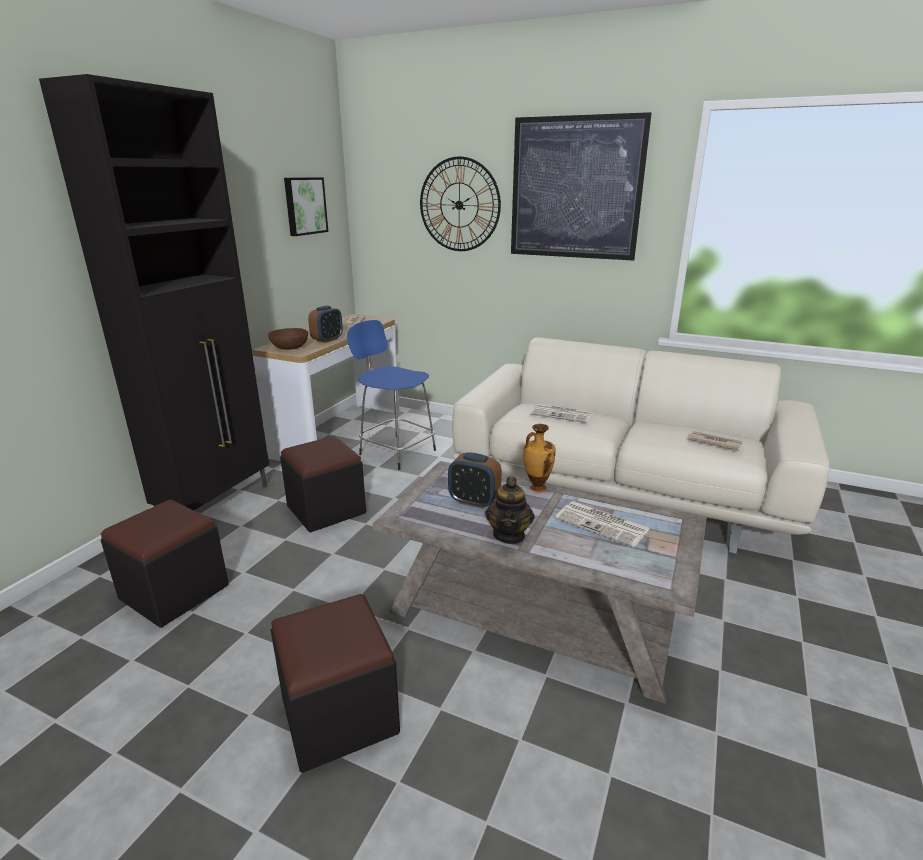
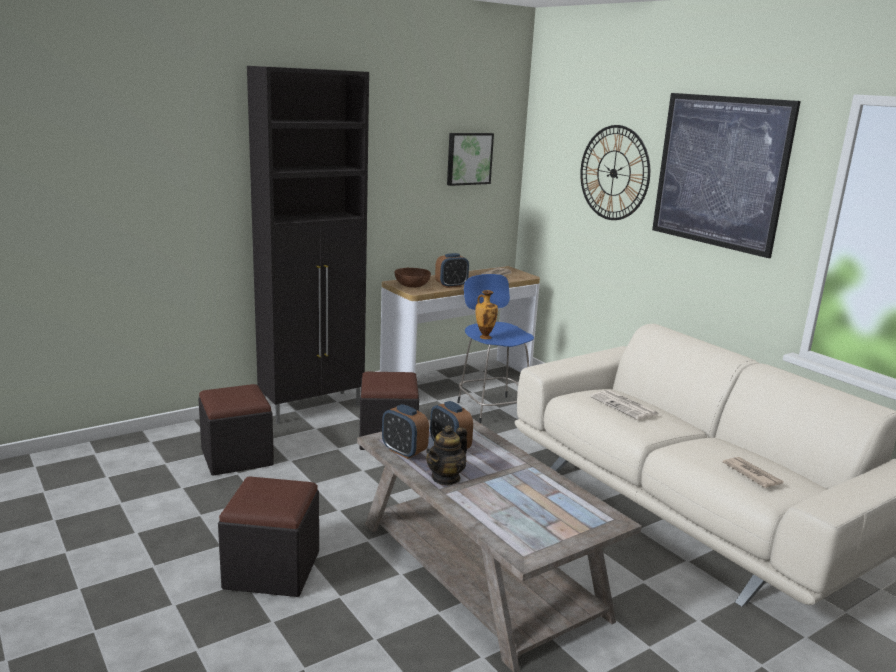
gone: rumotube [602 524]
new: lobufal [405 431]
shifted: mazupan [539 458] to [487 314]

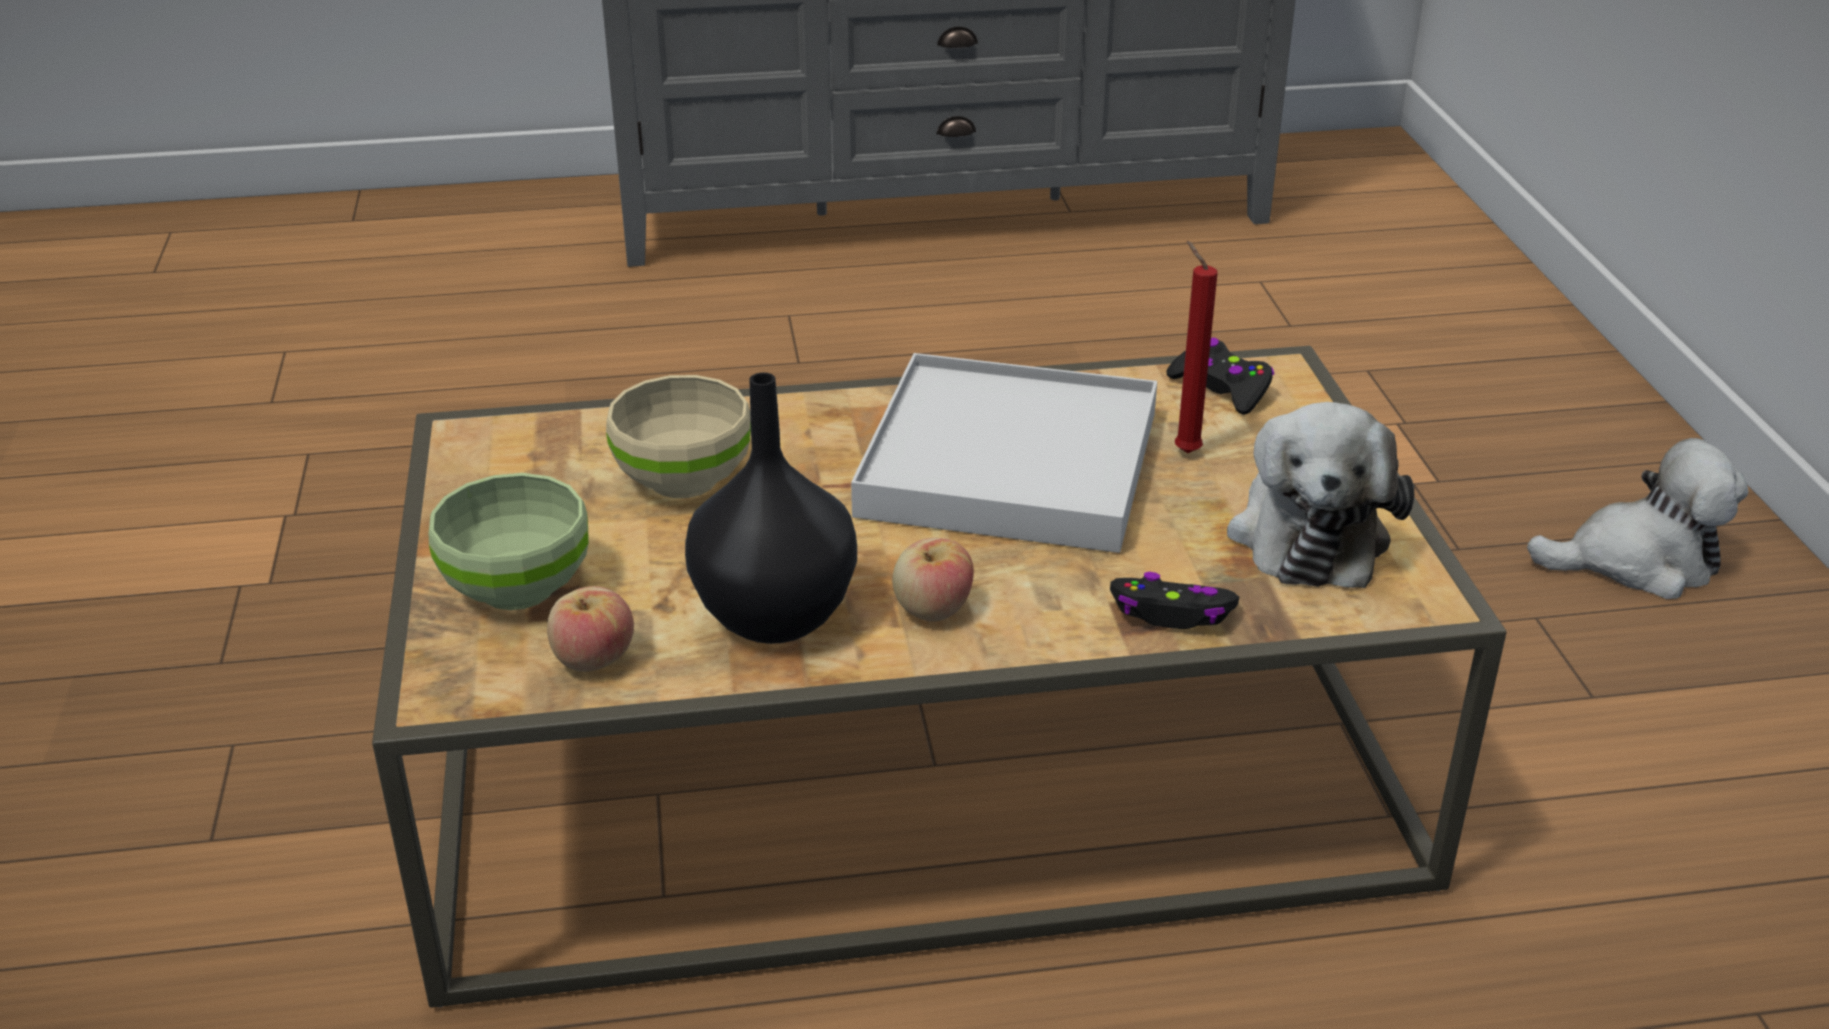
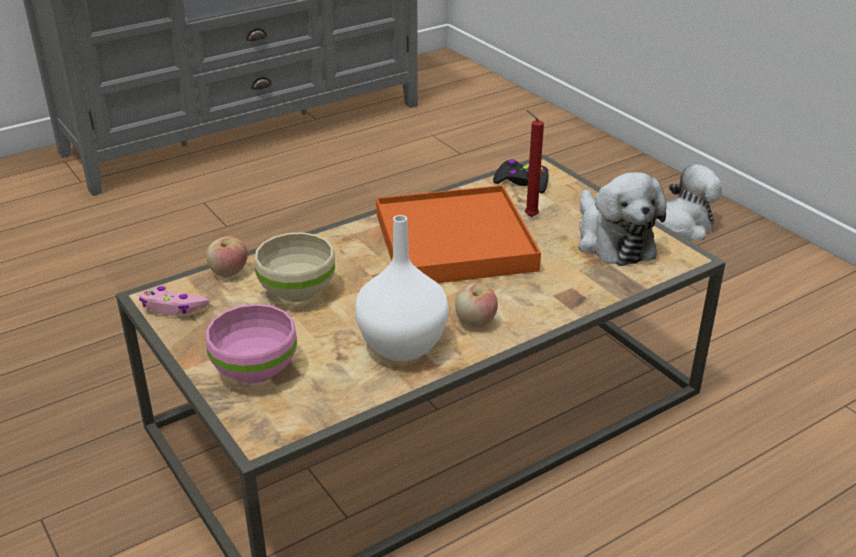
gone: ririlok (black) [1174 600]
new: ririlok (pink) [174 301]
shifted: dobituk [590 629] to [227 256]
repainted: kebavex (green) [509 541] to kebavex (pink) [251 344]; mazupan (black) [771 508] to mazupan (white) [401 288]; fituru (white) [1004 453] to fituru (orange) [458 234]

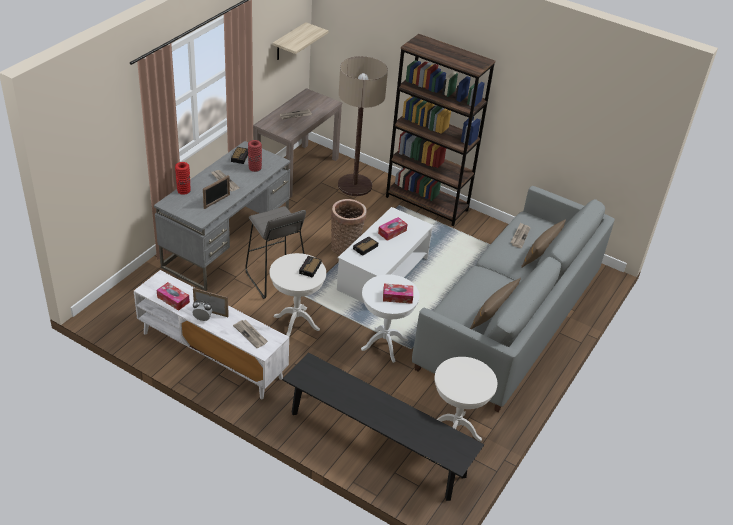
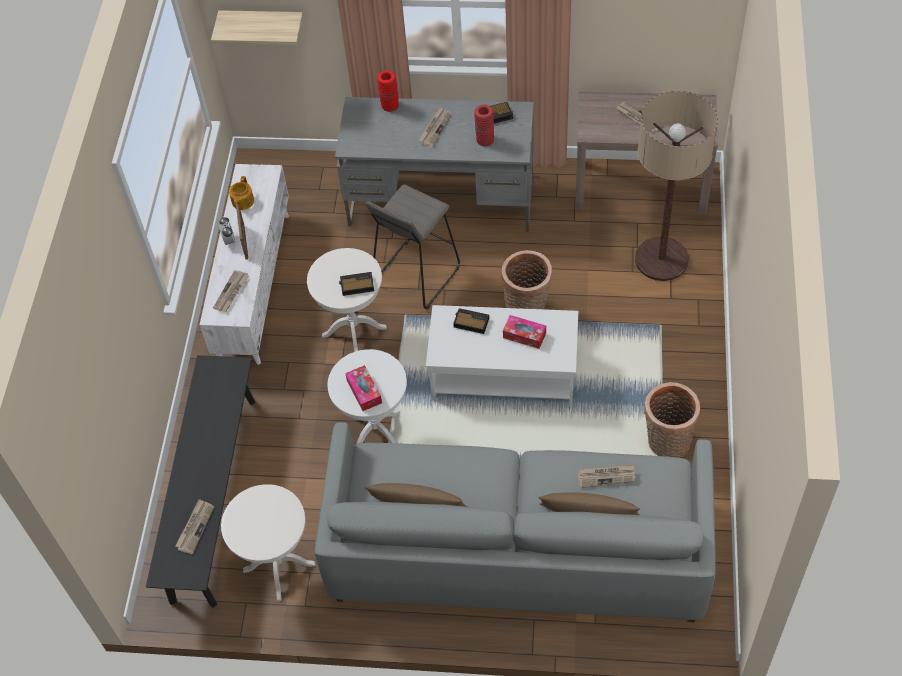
gone: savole [216 192]; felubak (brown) [440 130]
new: rumotube [194 526]; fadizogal [672 420]
shifted: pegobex [300 41] to [257 27]
swapped: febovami [173 296] to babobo [241 193]

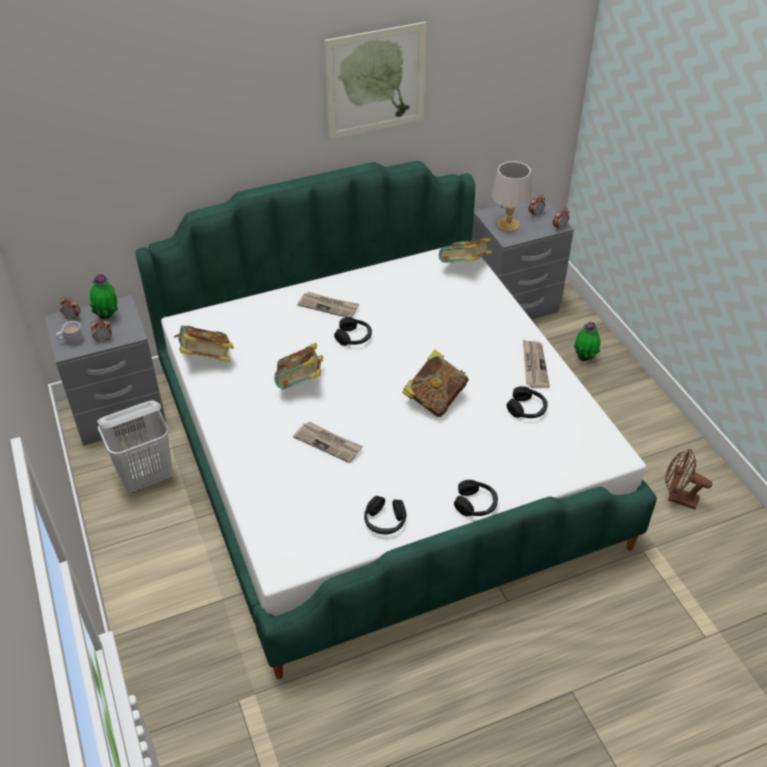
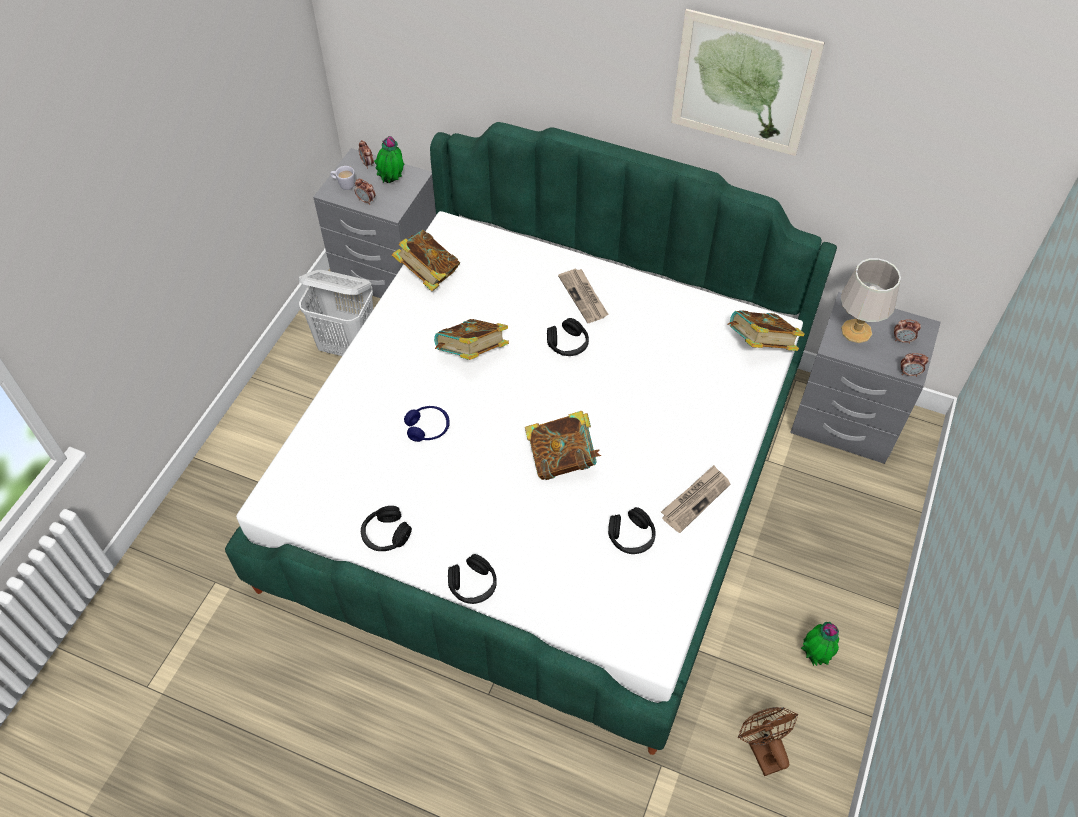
shifted: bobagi [587 341] to [820 644]
swapped: rumotube [328 442] to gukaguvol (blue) [427 424]

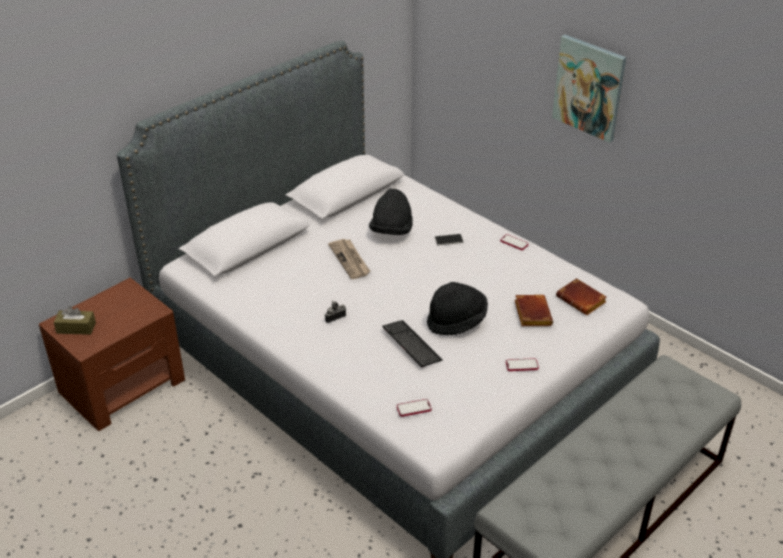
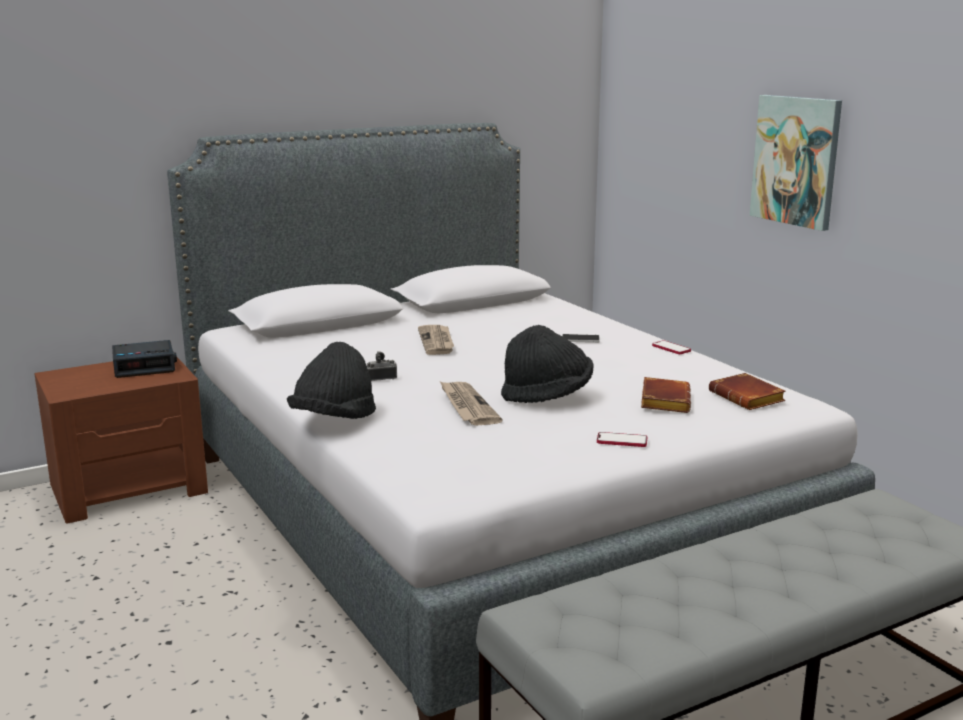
gone: febovami (brown) [75 320]; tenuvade [414 408]
new: lobufal [144 359]
shifted: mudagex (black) [391 212] to [331 380]
swapped: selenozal [412 344] to rumotube [471 403]

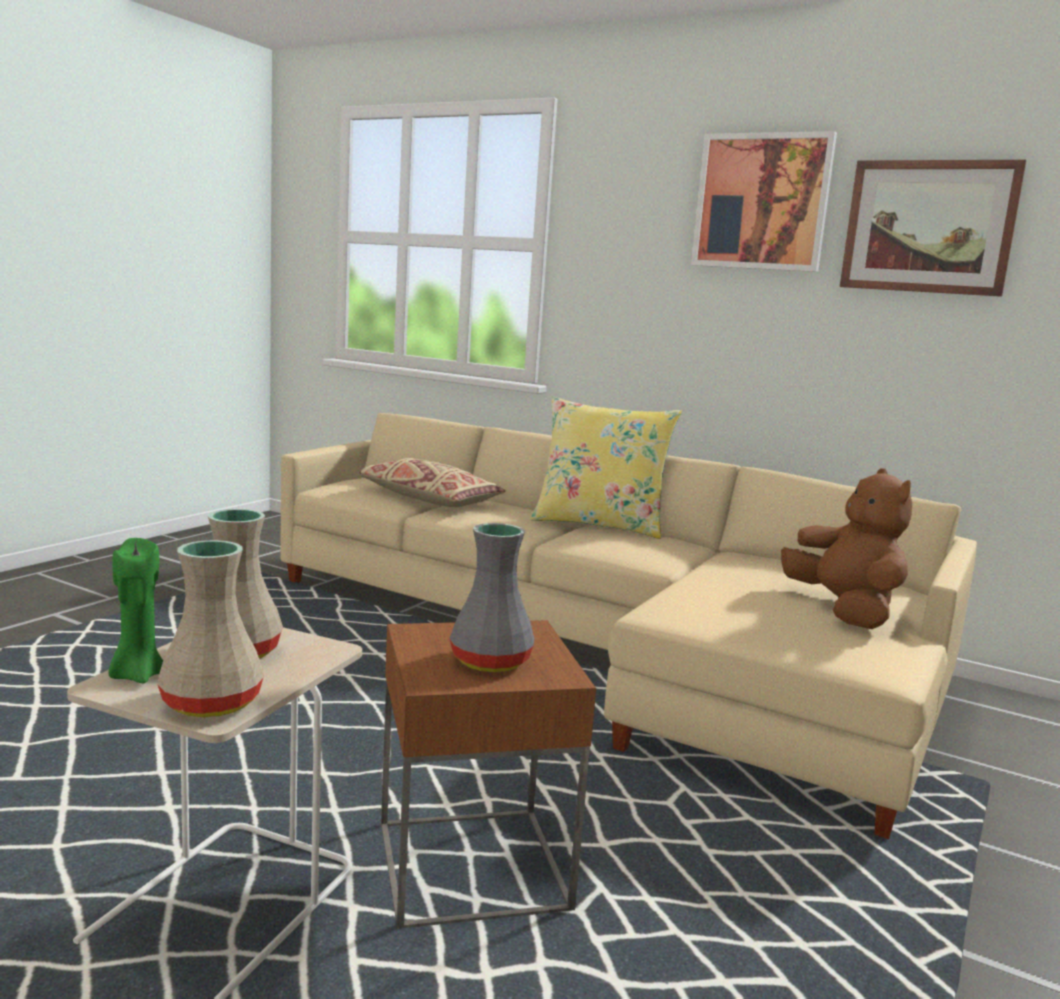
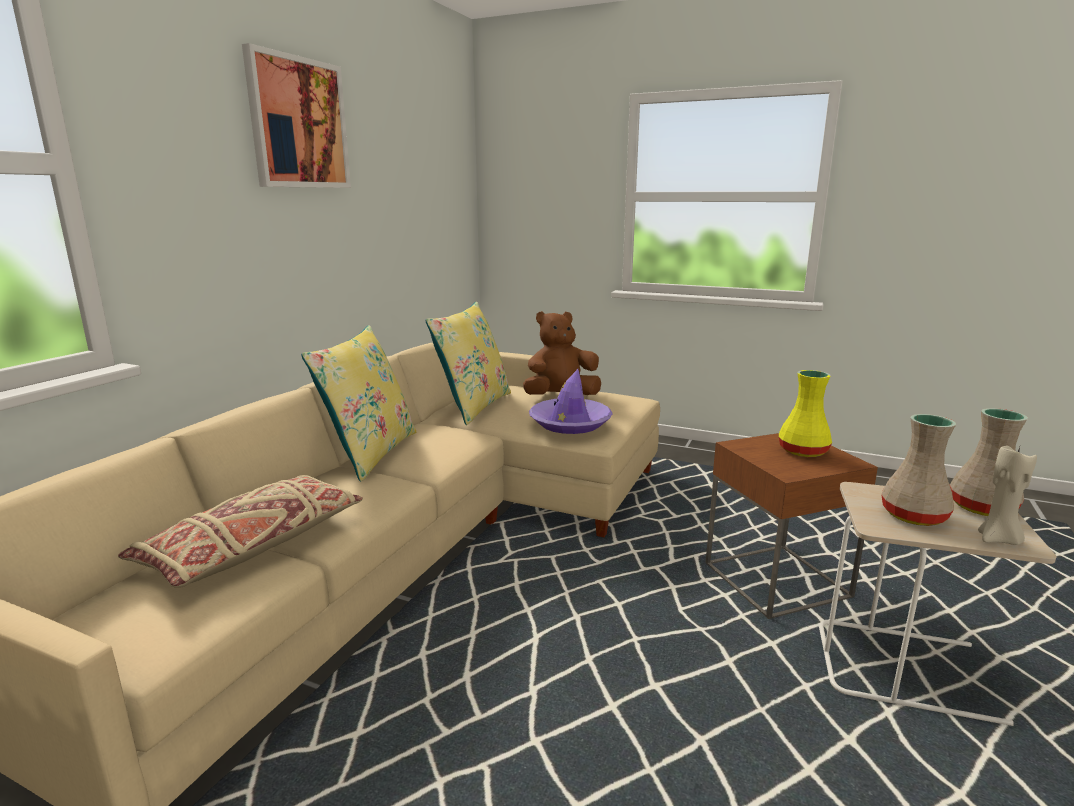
gone: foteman [933 228]
new: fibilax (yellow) [468 363]; mudagex (purple) [571 401]
repainted: mazupan (grey) [492 597] to mazupan (yellow) [805 413]; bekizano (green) [135 610] to bekizano (beige) [1007 495]

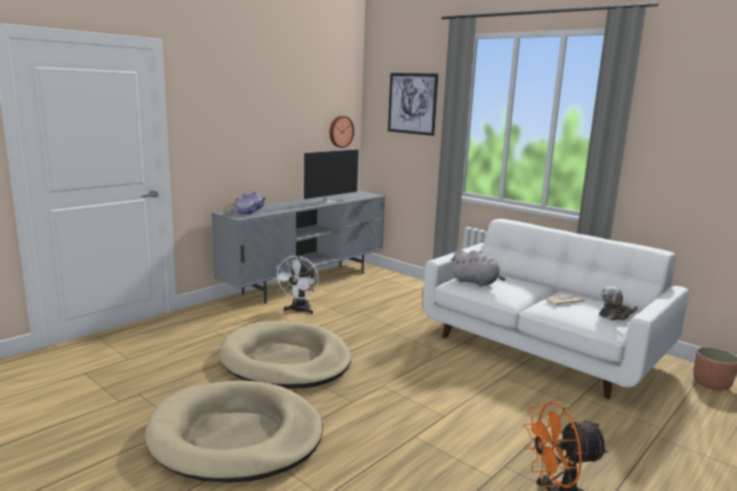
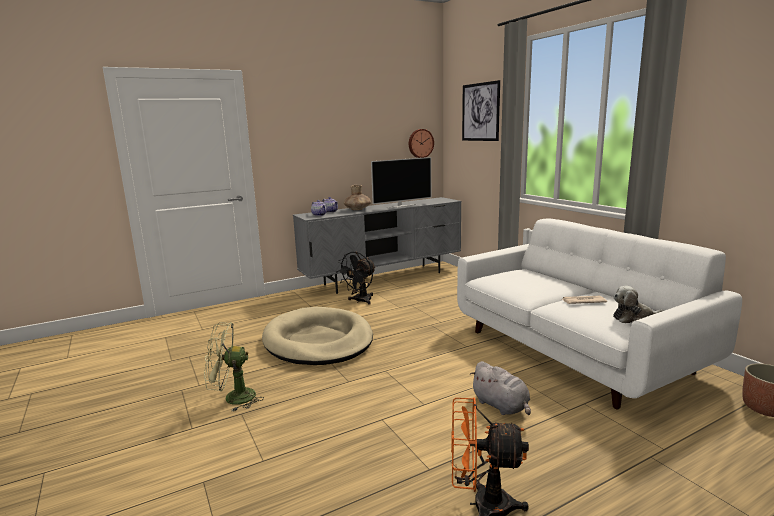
new: mazupan (brown) [357 197]
shifted: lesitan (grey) [478 268] to [500 388]
swapped: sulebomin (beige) [234 432] to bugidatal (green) [234 366]
repainted: bugidatal (white) [296 285] to bugidatal (black) [356 278]

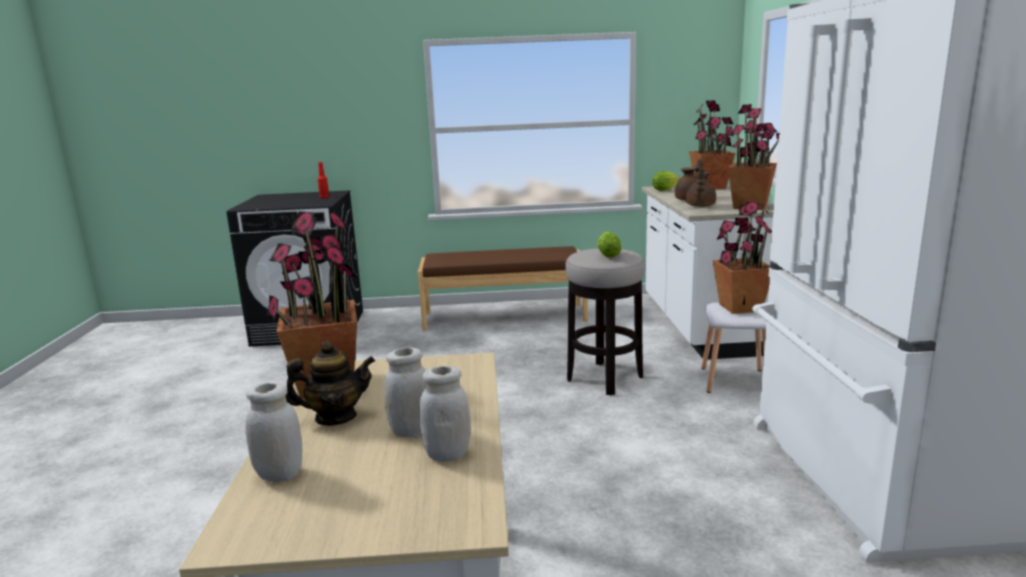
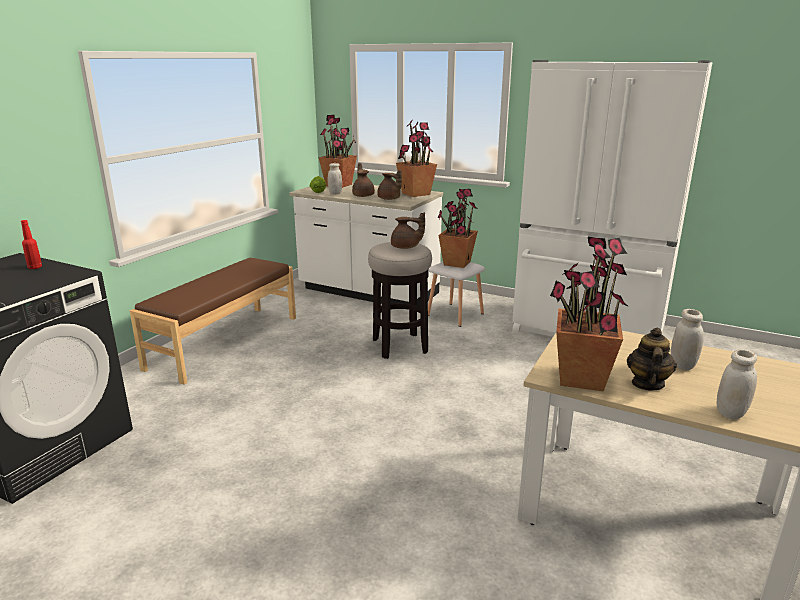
shifted: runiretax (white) [445 414] to [335 178]
swapped: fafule [609 245] to babobo (brown) [408 230]

